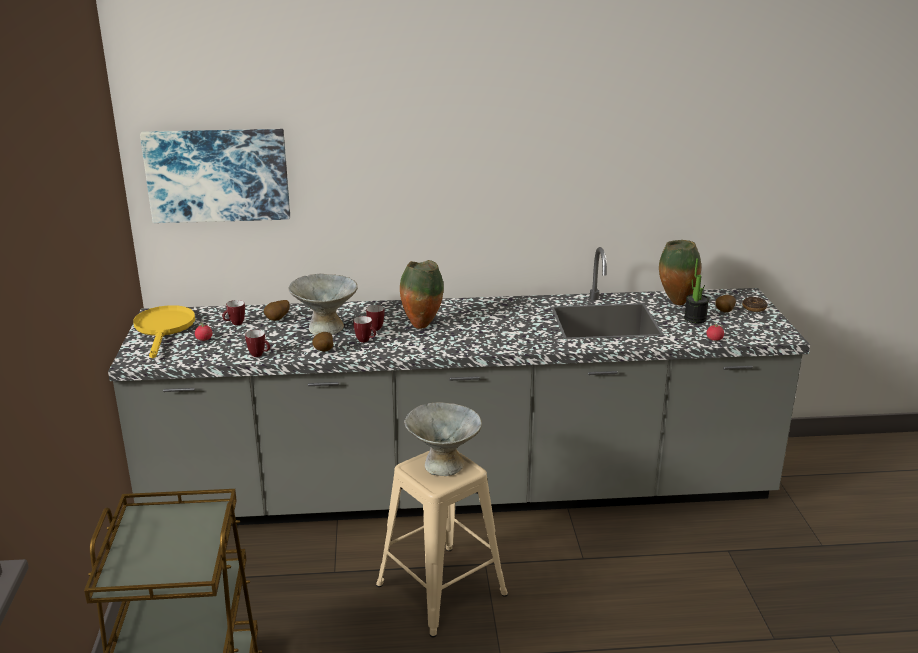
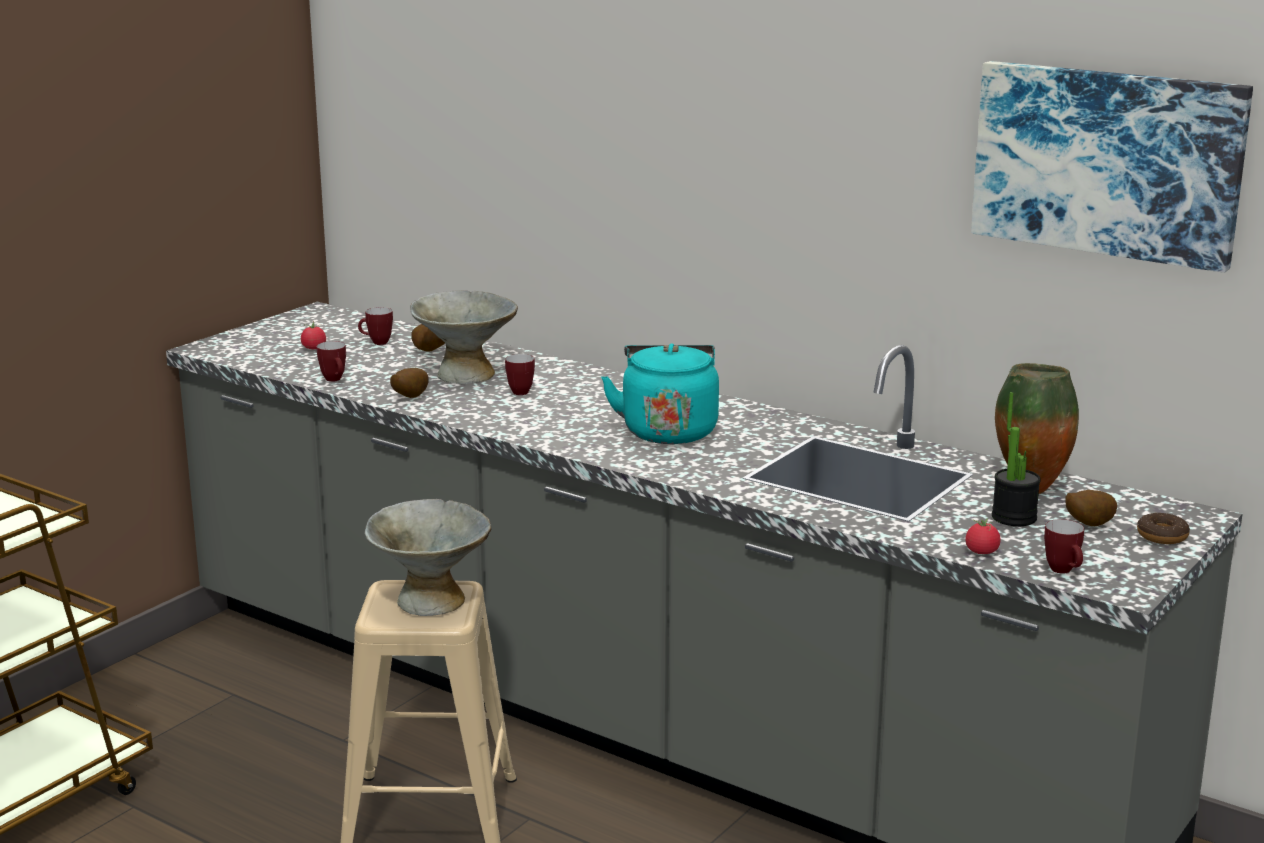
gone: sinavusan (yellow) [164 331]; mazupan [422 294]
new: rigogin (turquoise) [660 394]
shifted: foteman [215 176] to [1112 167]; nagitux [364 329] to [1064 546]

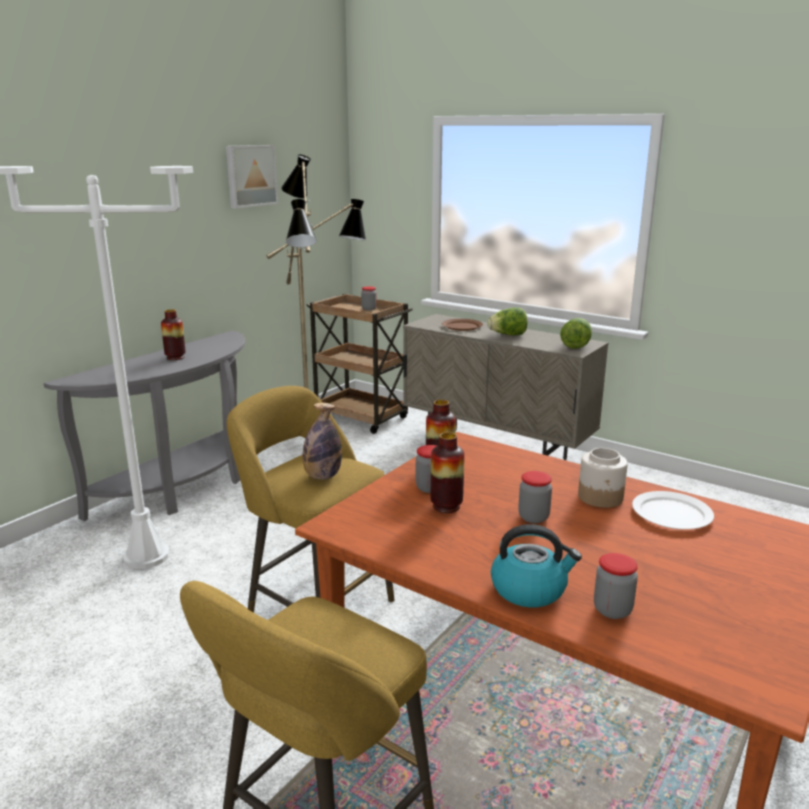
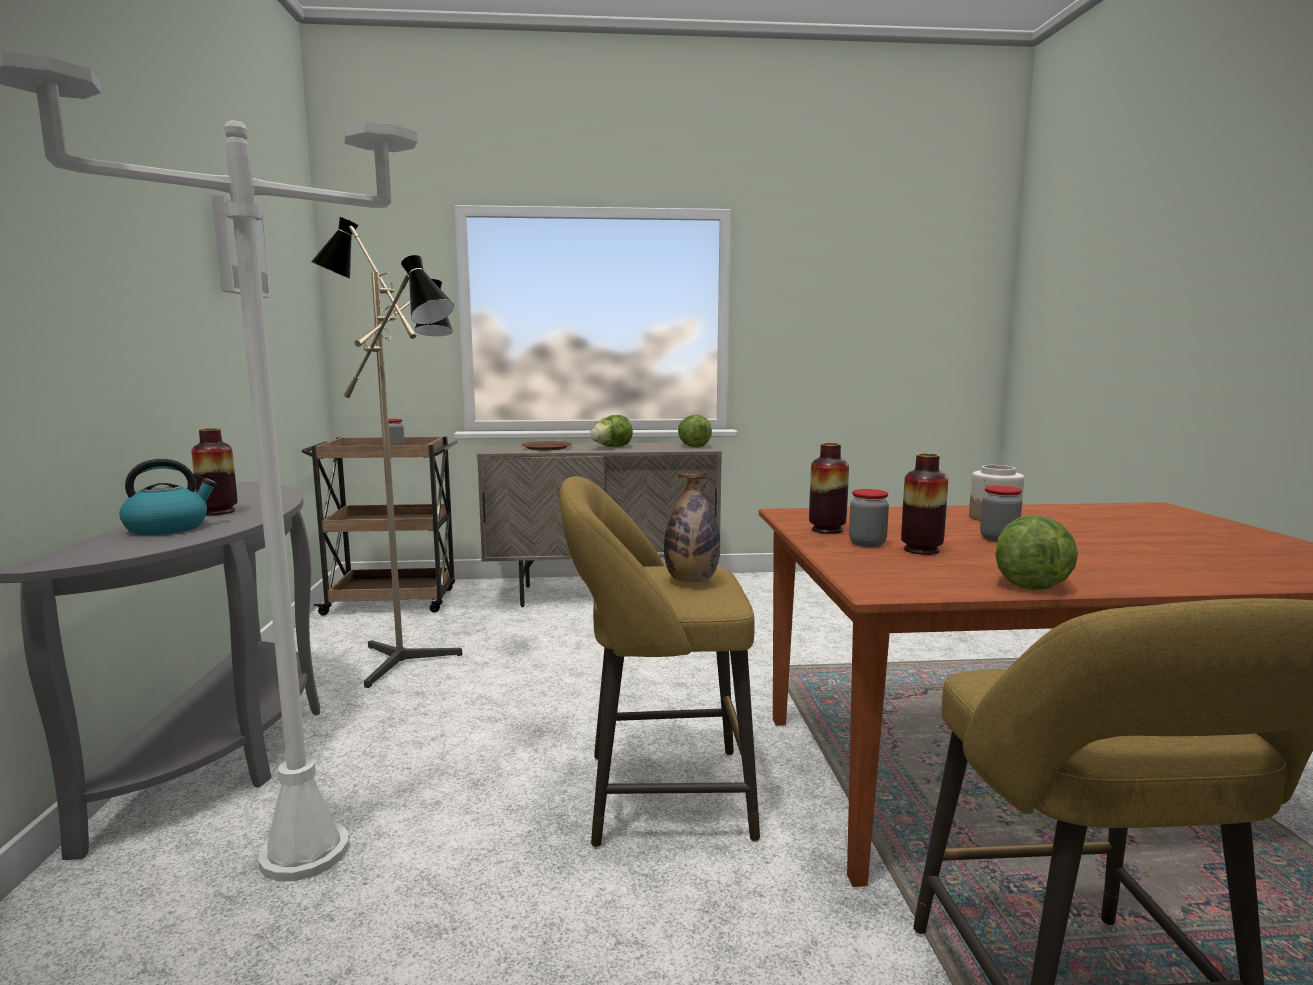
gone: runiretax [616 586]; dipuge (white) [673 510]
new: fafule [1036 552]
shifted: rigogin [536 565] to [168 497]

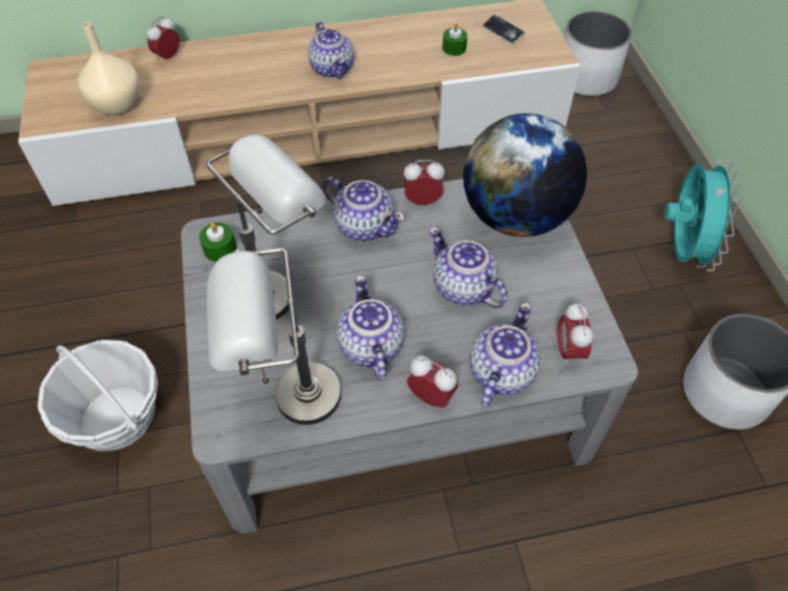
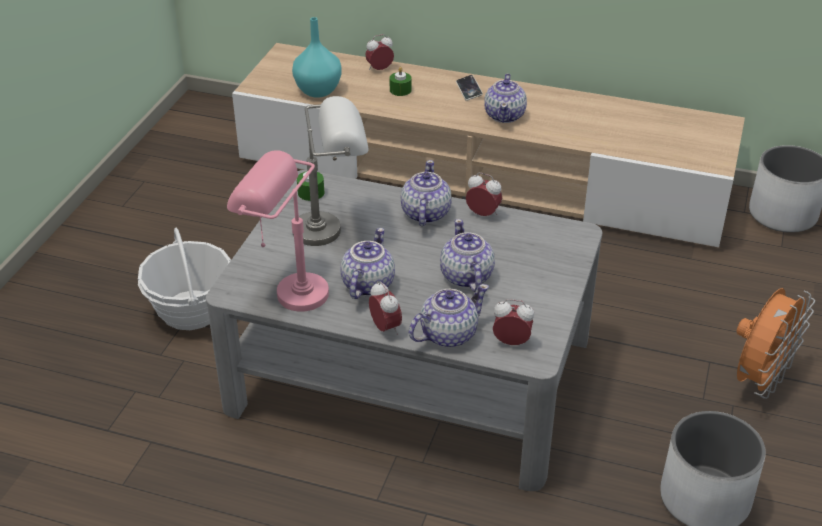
gone: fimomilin [525 175]
shifted: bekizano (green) [454 39] to [400 81]; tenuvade [503 30] to [469 88]
repainted: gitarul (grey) [274 336] to gitarul (pink) [278 231]; mazupan (beige) [109 68] to mazupan (turquoise) [317 57]; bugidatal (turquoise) [702 216] to bugidatal (orange) [776 343]
rotated: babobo [364 209] = [426 193] 150 degrees counterclockwise; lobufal [575 334] = [513 322] 75 degrees clockwise

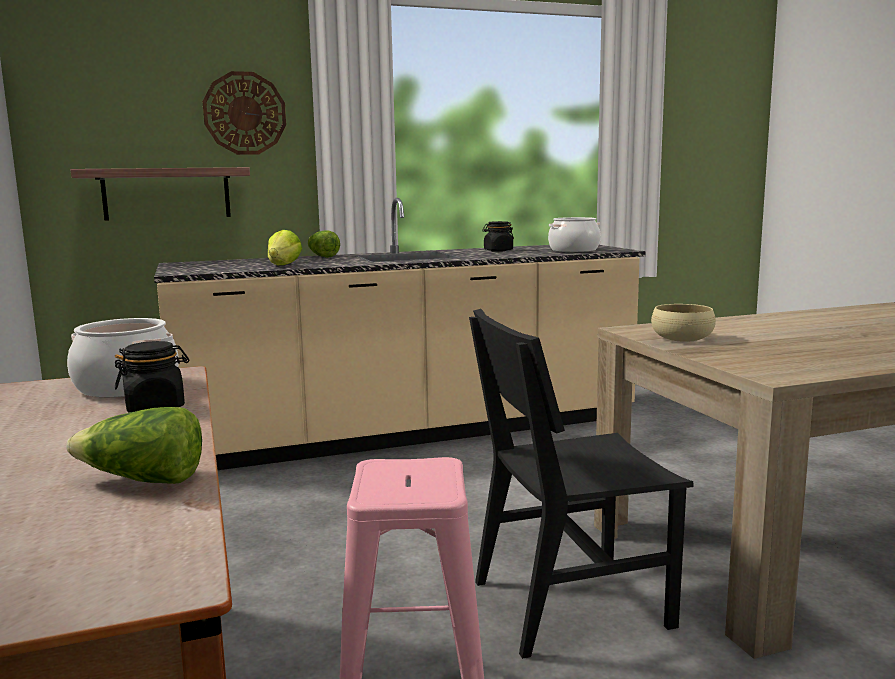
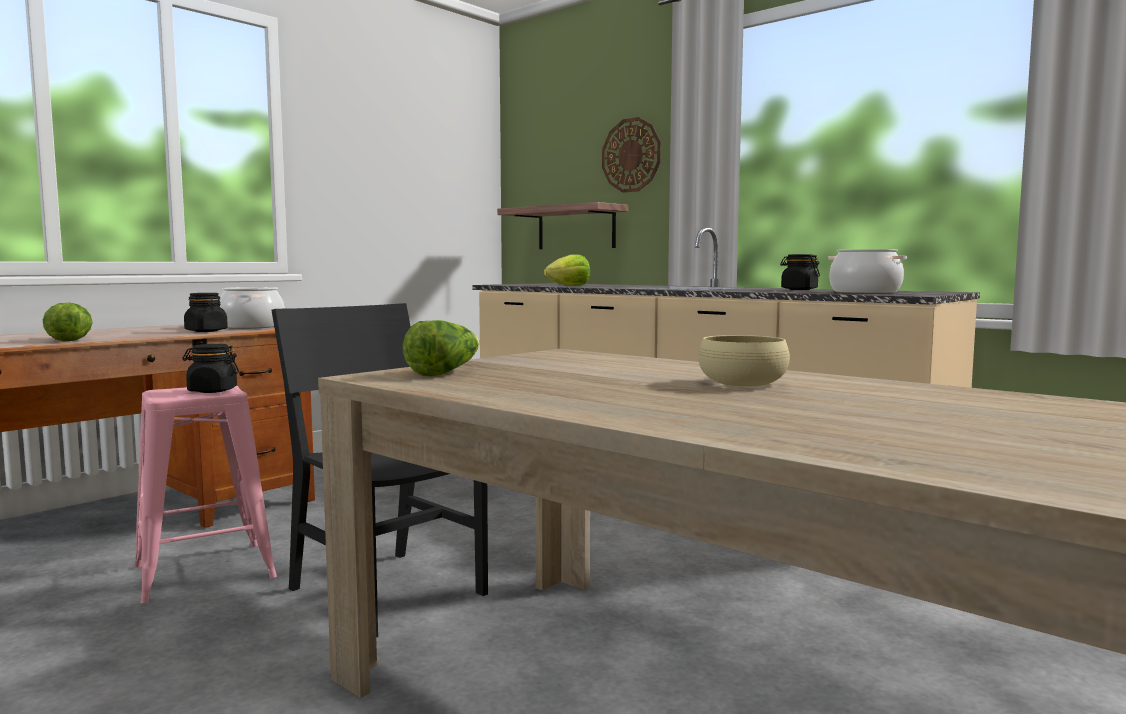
new: runiretax (black) [210 368]
shifted: fafule [324 244] to [441 348]; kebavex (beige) [683 323] to [744 360]

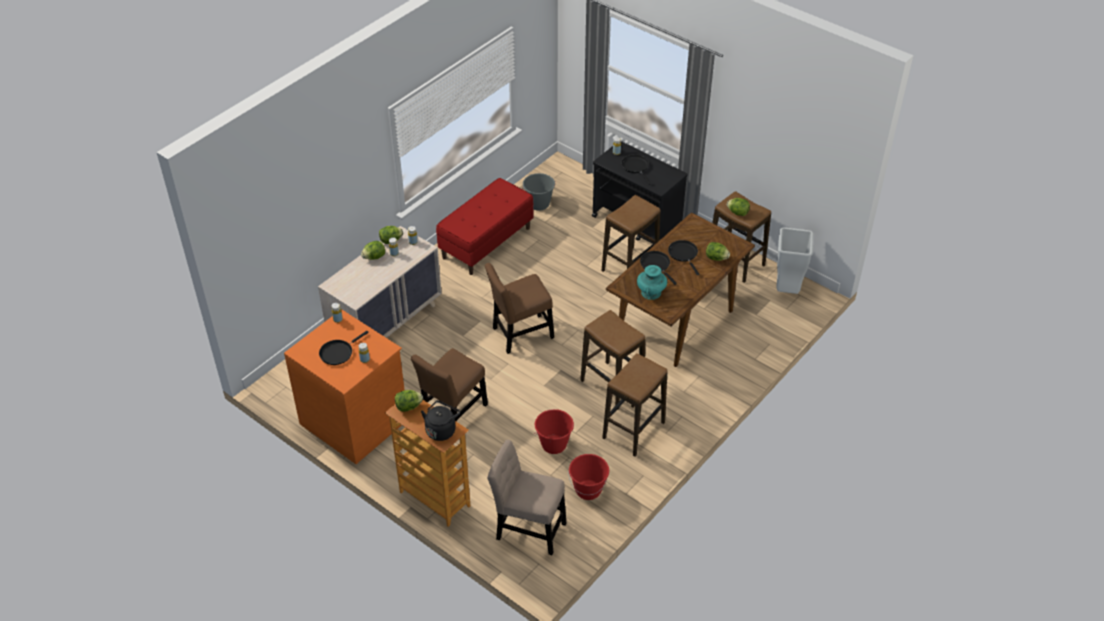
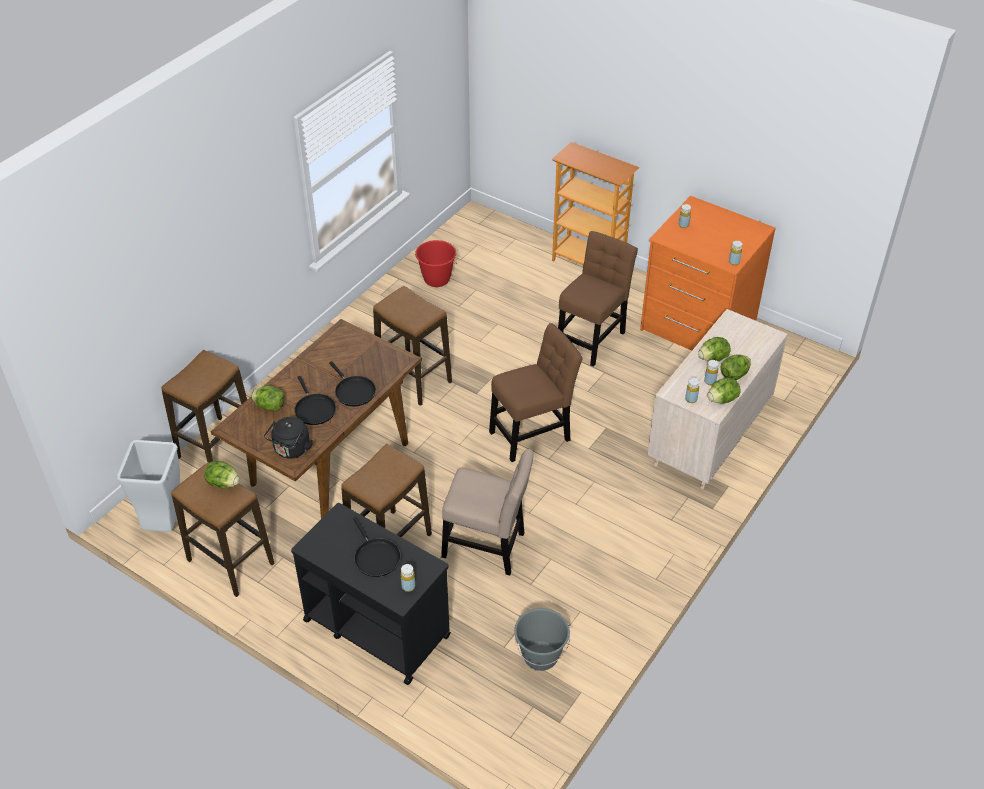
gone: sinavusan (black) [344 348]; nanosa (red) [485 226]; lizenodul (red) [554 431]; mazupan (turquoise) [652 282]
shifted: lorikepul [634 405] to [204 406]; rigogin (black) [440 420] to [288 438]; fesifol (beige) [526 497] to [487 512]; fafule [409 401] to [714 349]

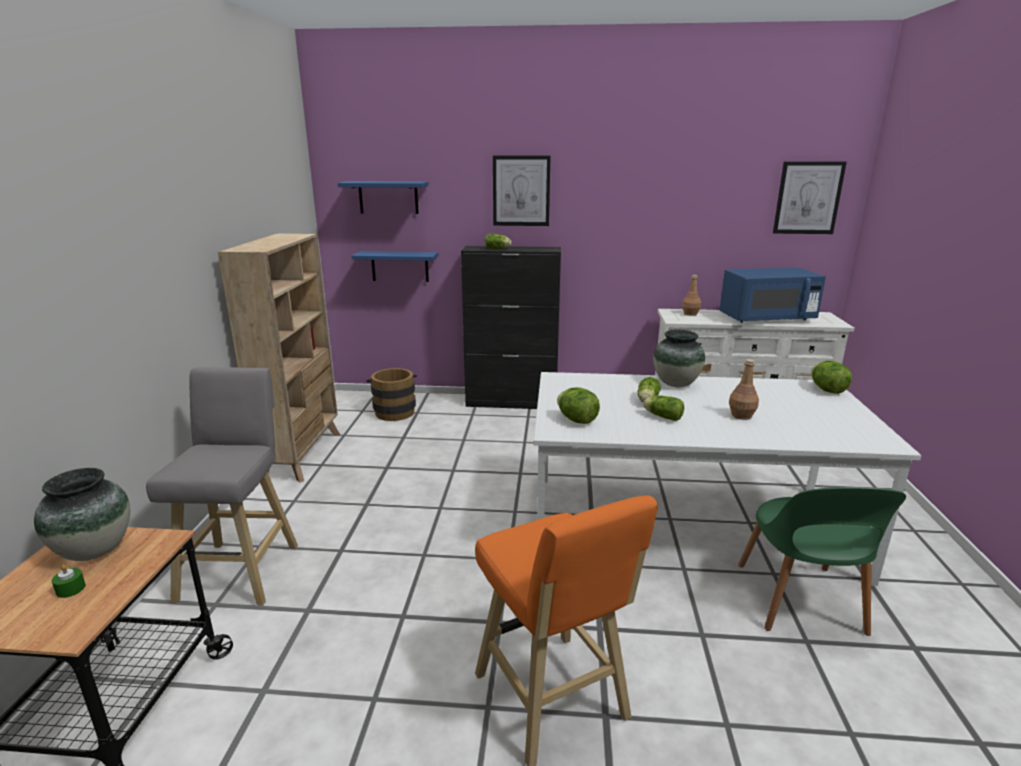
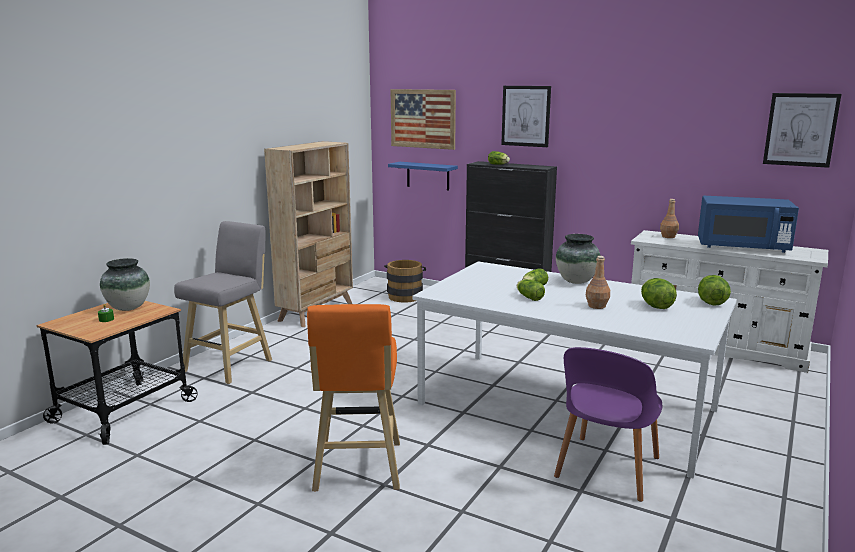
shifted: fafule [578 405] to [659 293]
swapped: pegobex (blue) [383 197] to foteman [423 119]
repainted: fesifol (green) [822 561] to fesifol (purple) [608 424]

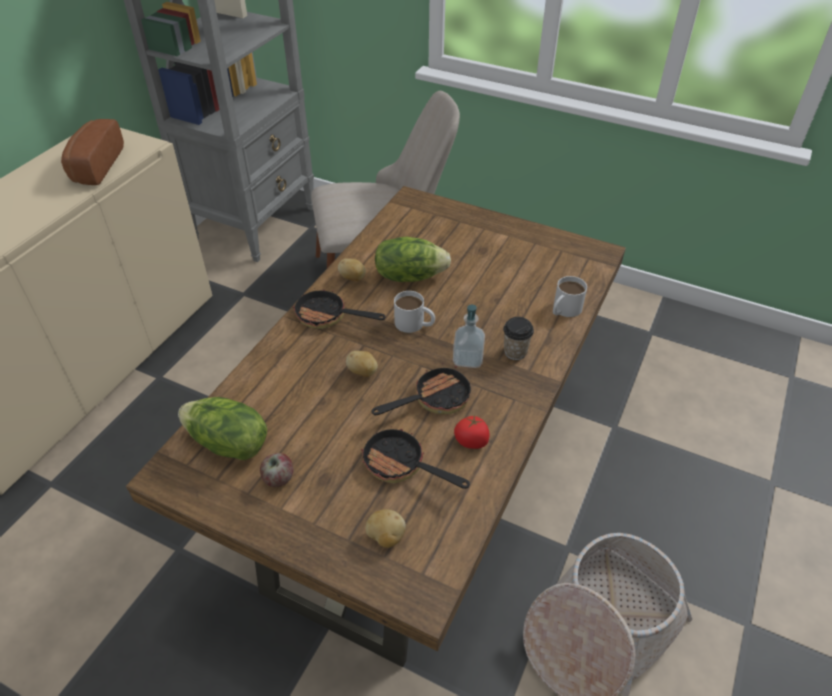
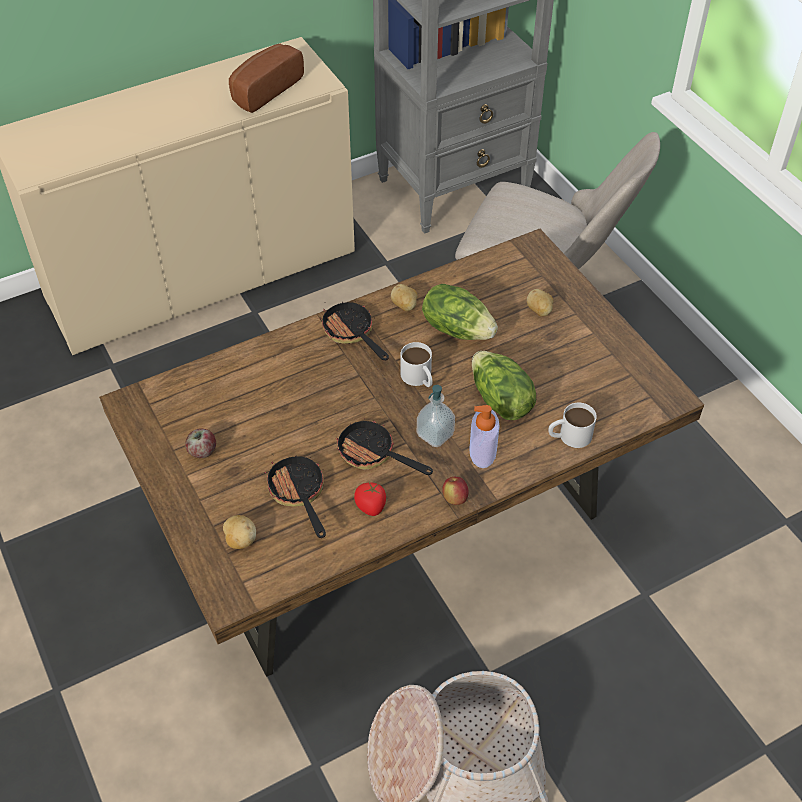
new: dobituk [455 491]
shifted: fafule [222 428] to [504 385]; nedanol [362 364] to [540 302]
swapped: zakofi [518 338] to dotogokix [484 436]
rotated: sinavusan [421 389] = [384 446] 150 degrees counterclockwise

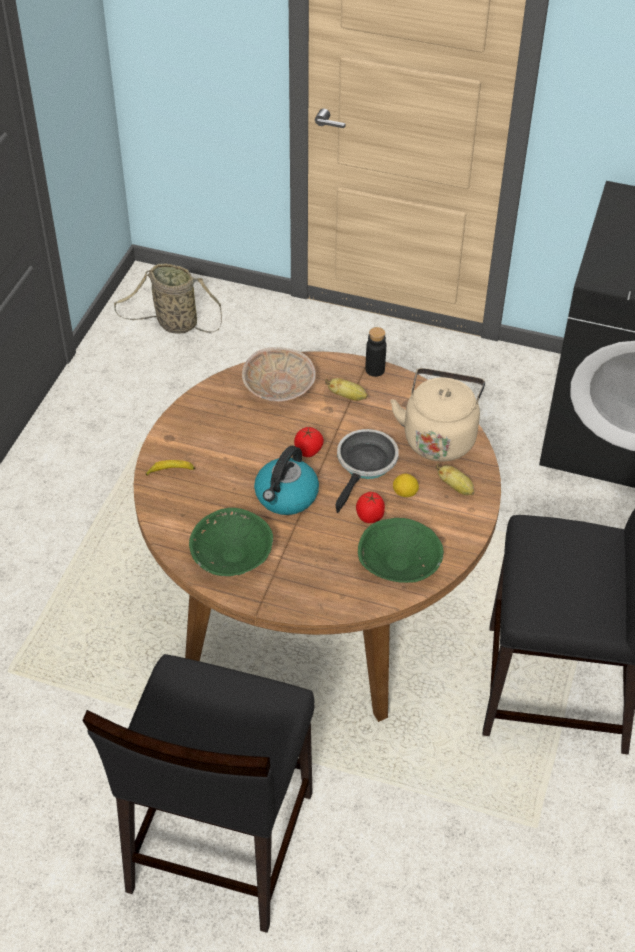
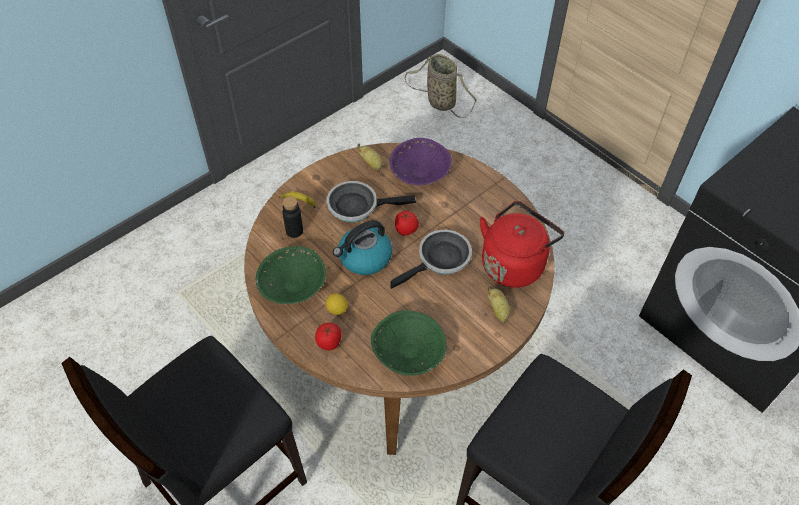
new: sinavusan [371 201]
shifted: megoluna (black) [375 352] to [292 217]; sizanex [370 507] to [328 336]; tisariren [406 485] to [336 304]; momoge [346 389] to [370 157]
repainted: kebavex (beige) [279 374] to kebavex (purple) [420 161]; rigogin (beige) [437 415] to rigogin (red) [522 244]

